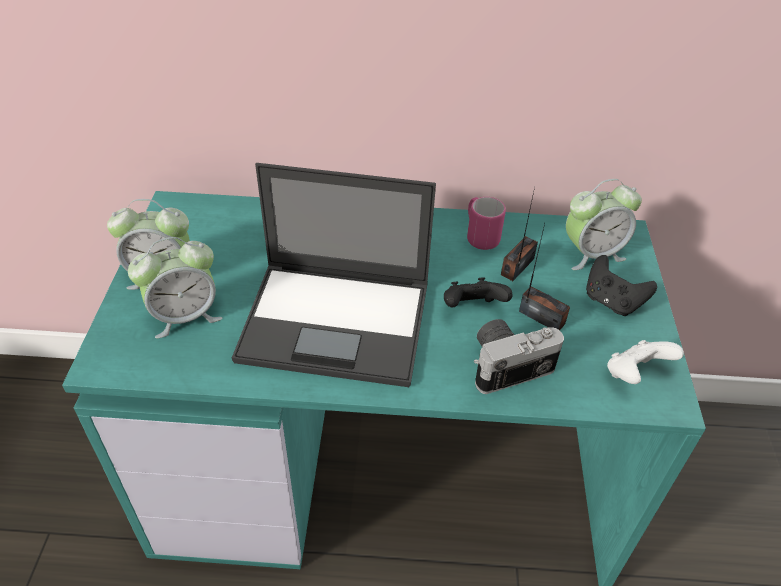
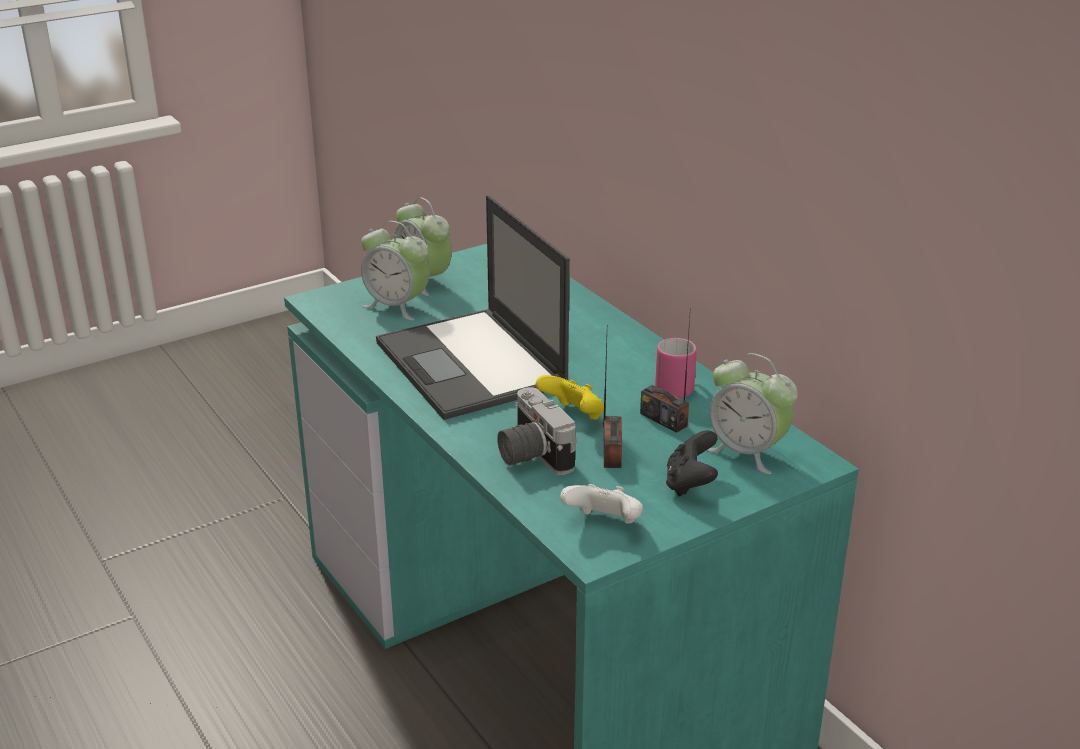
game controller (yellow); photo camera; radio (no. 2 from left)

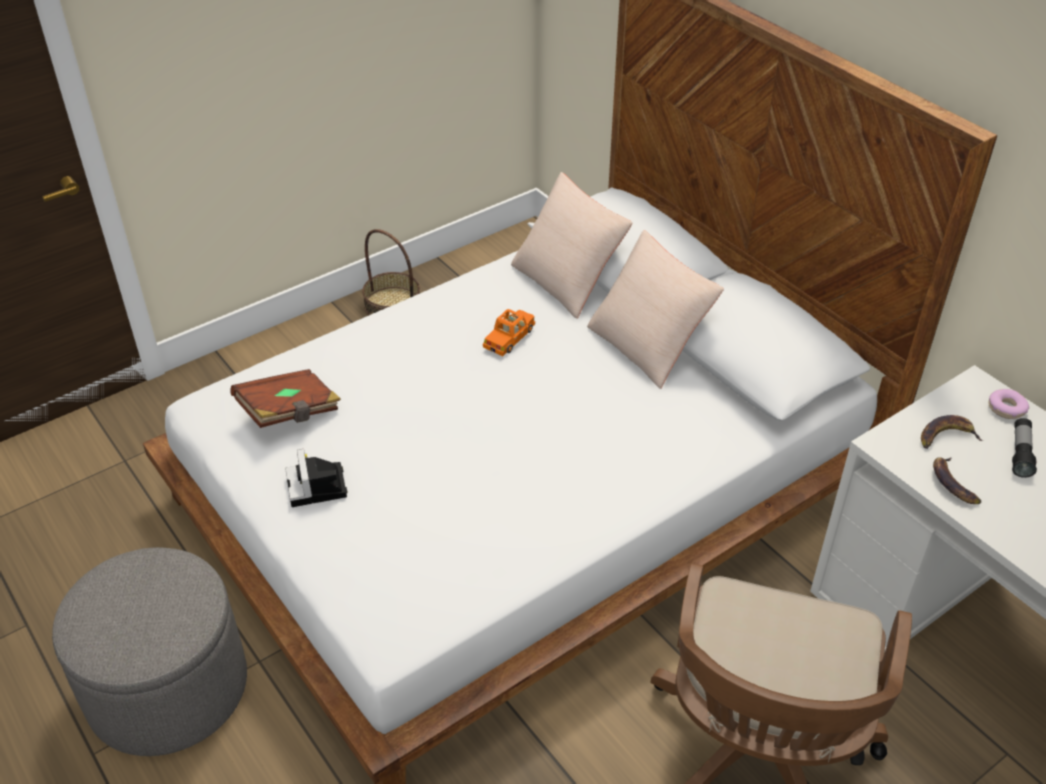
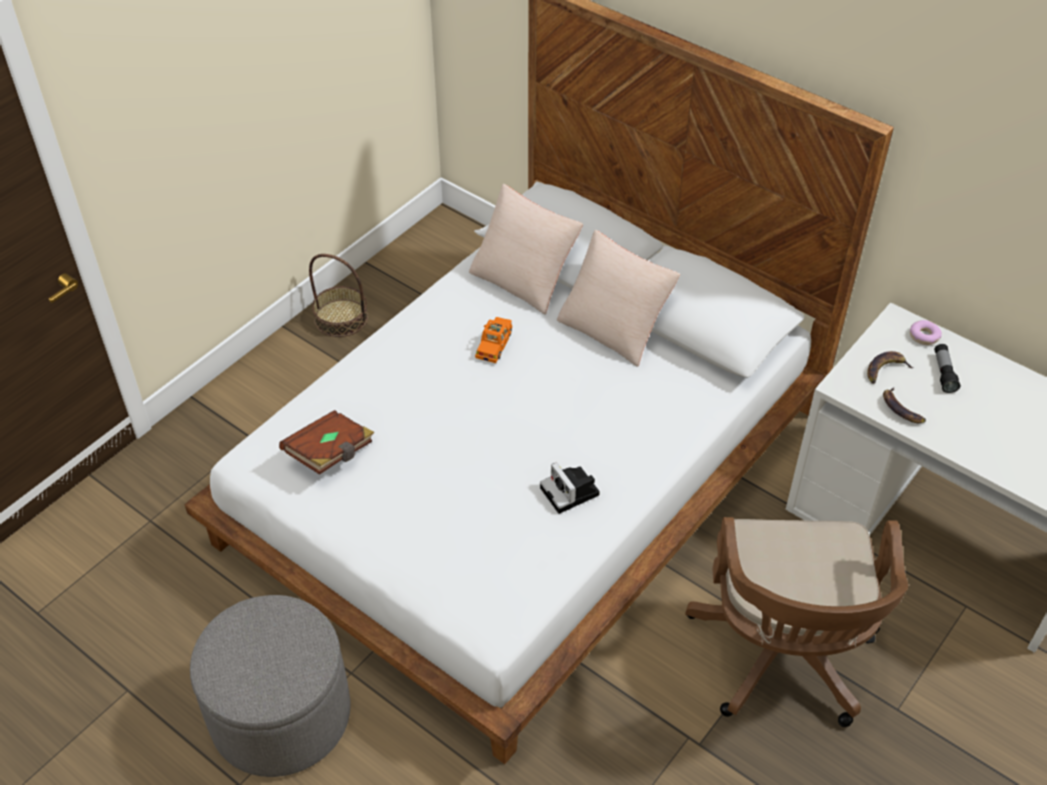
photo camera

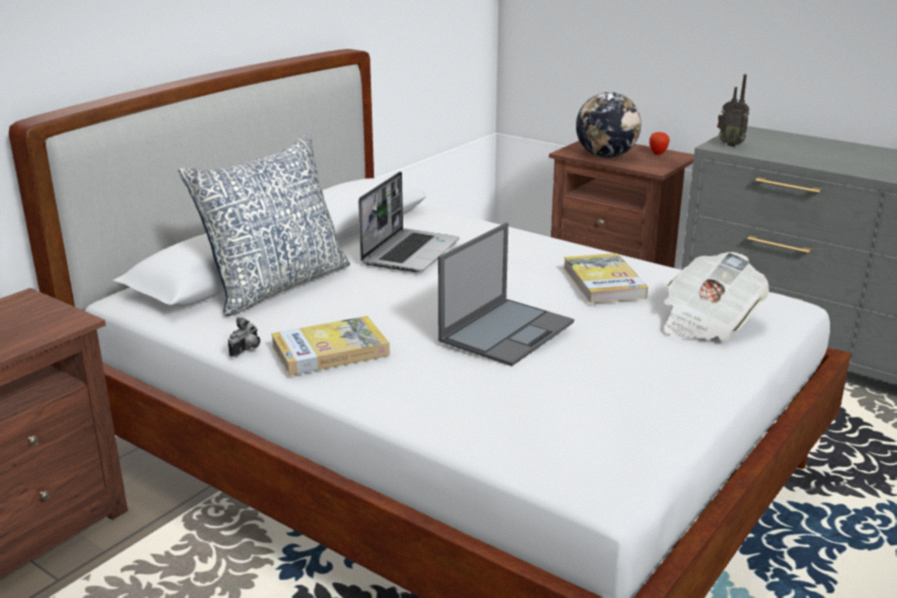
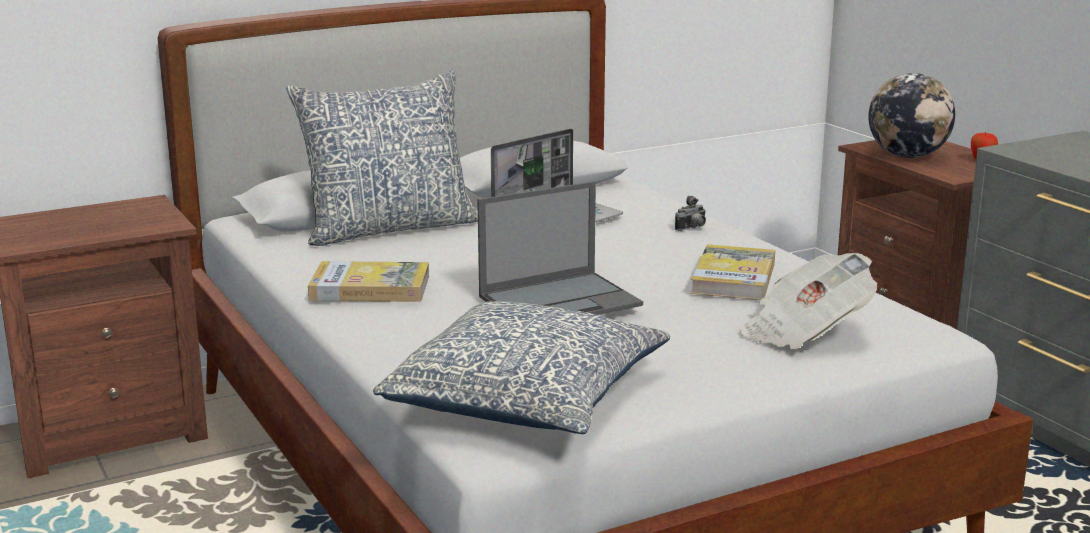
radio; pillow (no. 2 from left); photo camera

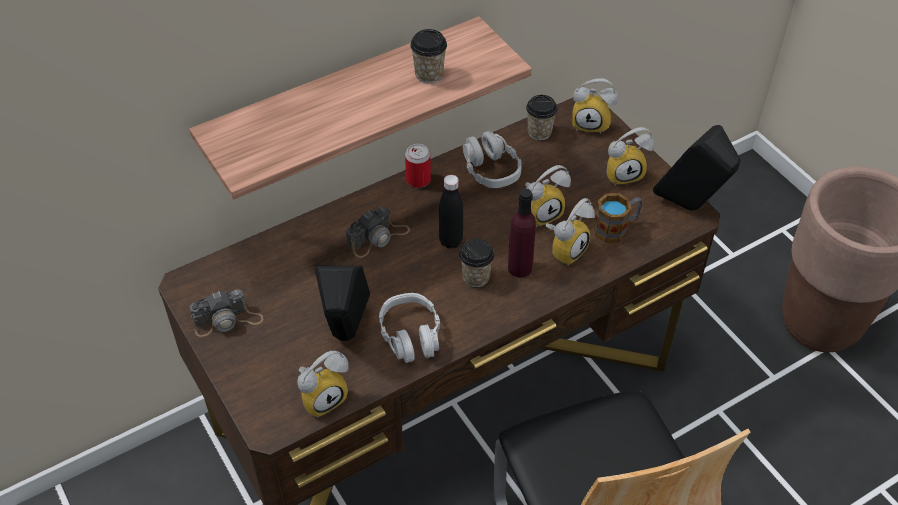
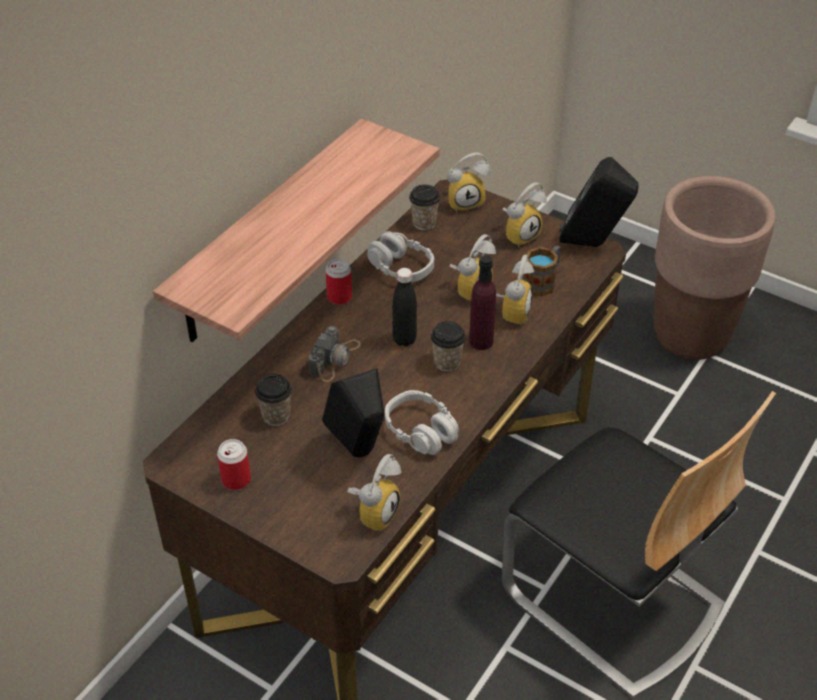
cup (no. 1 from left); can (no. 1 from left)

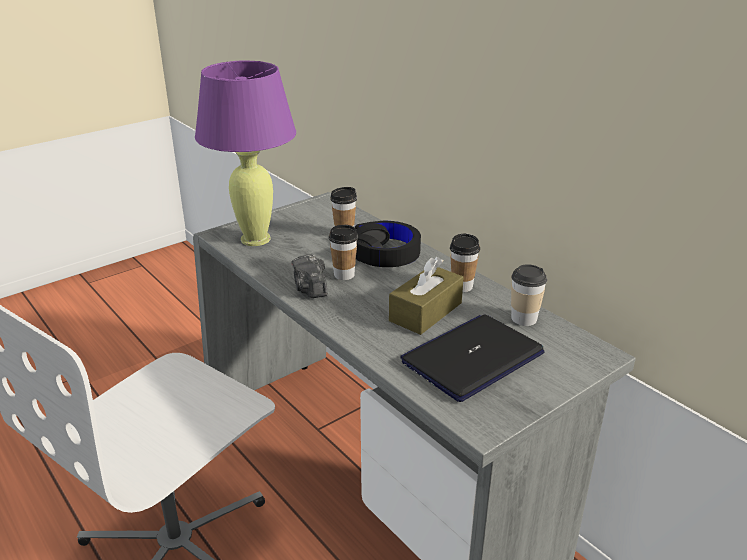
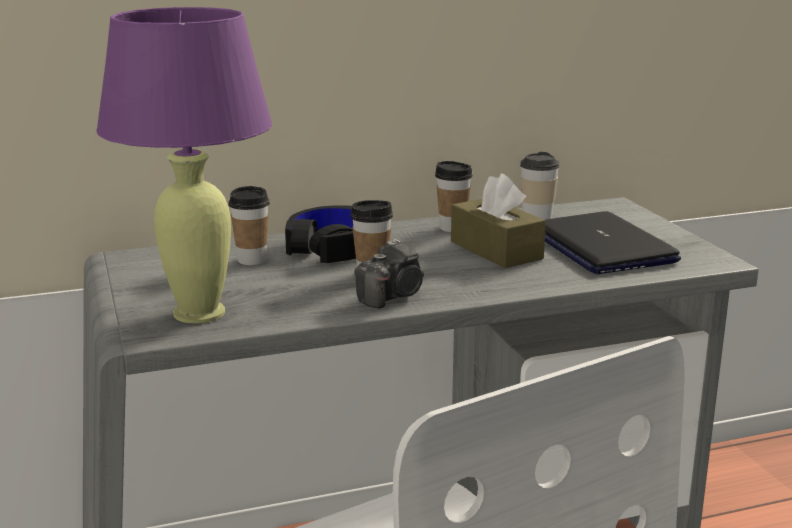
photo camera

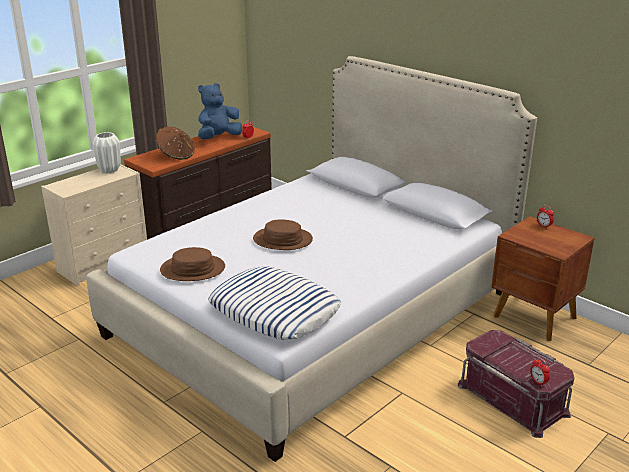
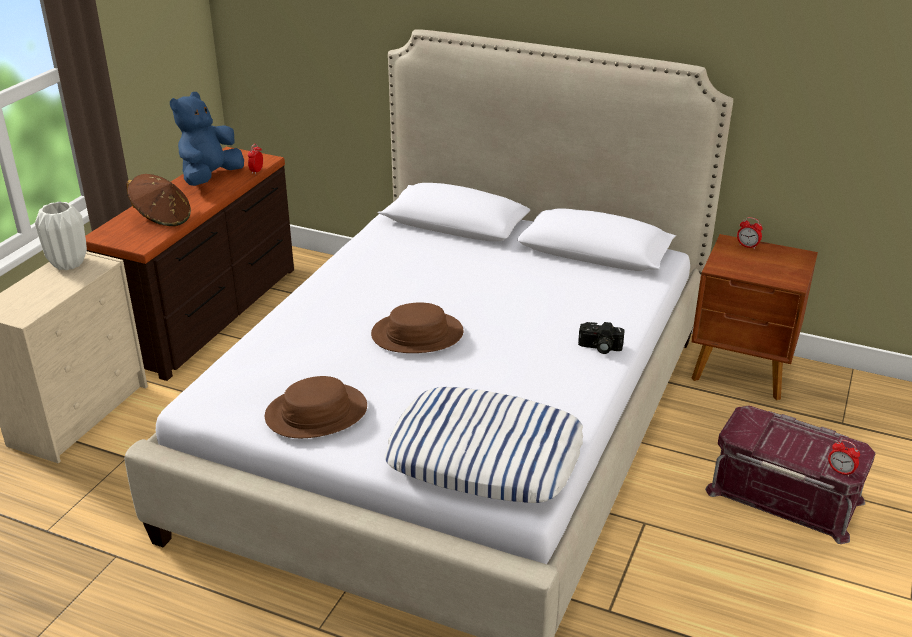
photo camera

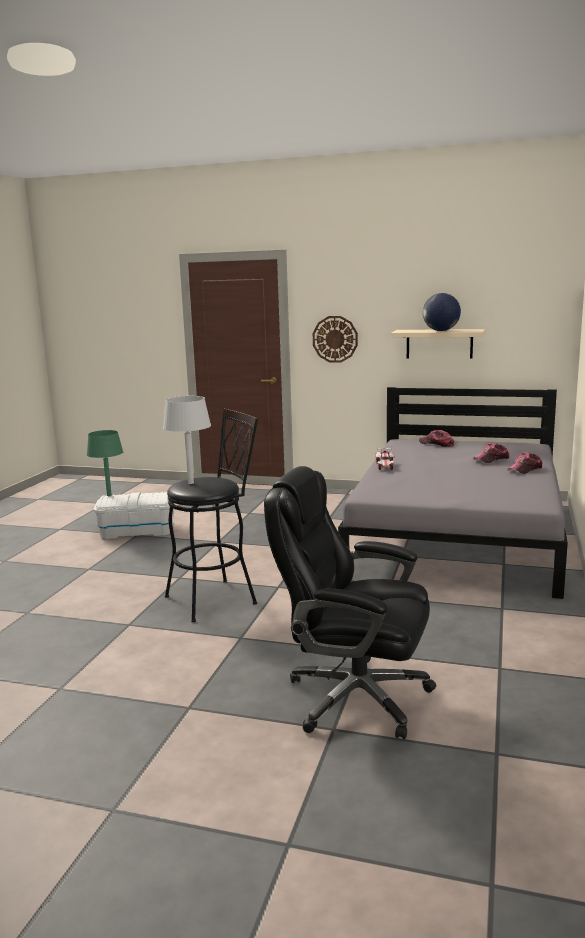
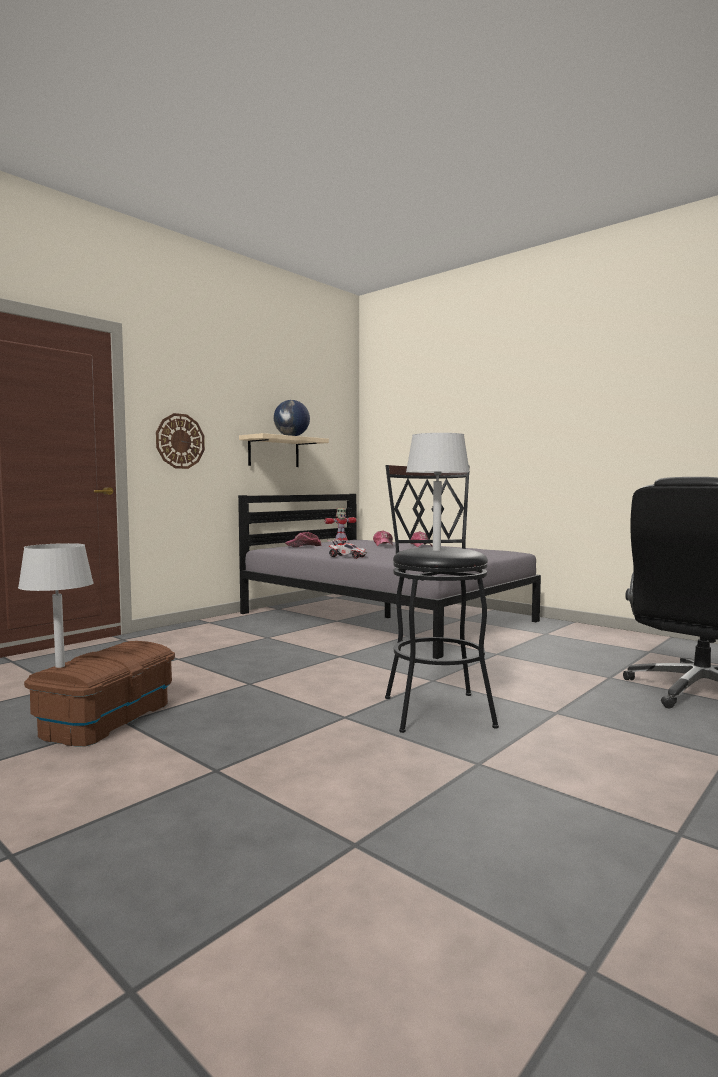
toy robot; table lamp (grey) (no. 1 from left); storage box (brown)

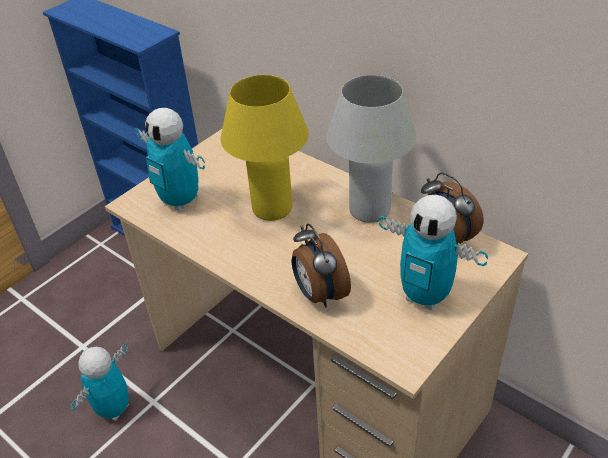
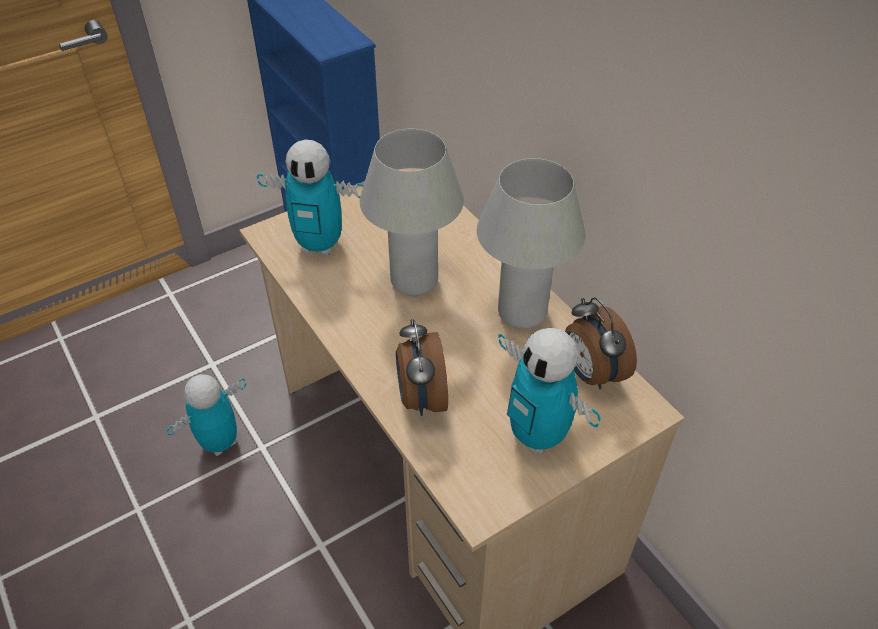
table lamp (white) (no. 1 from left); toy robot (no. 2 from left)

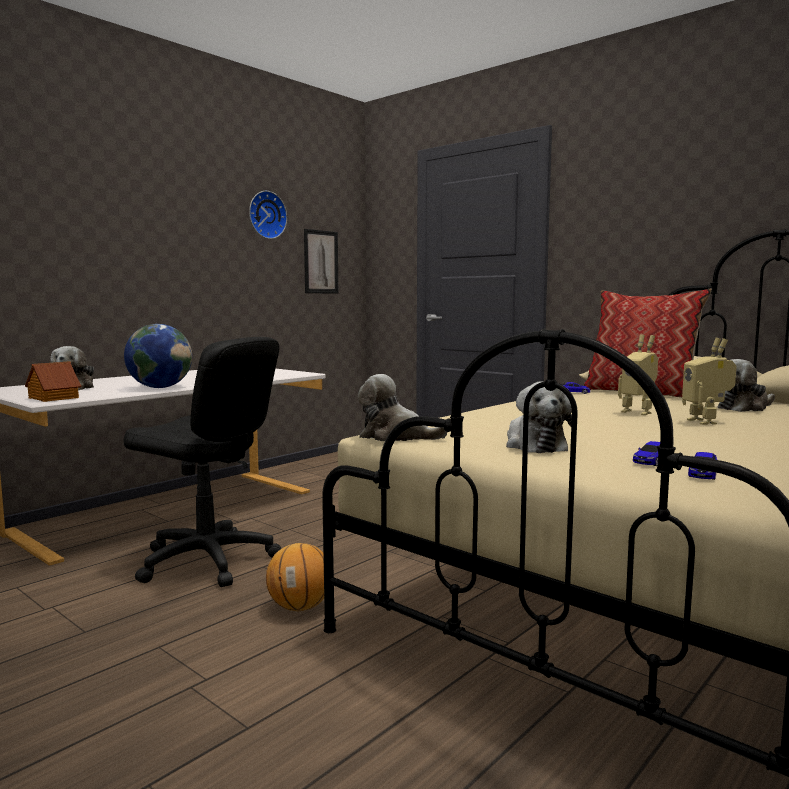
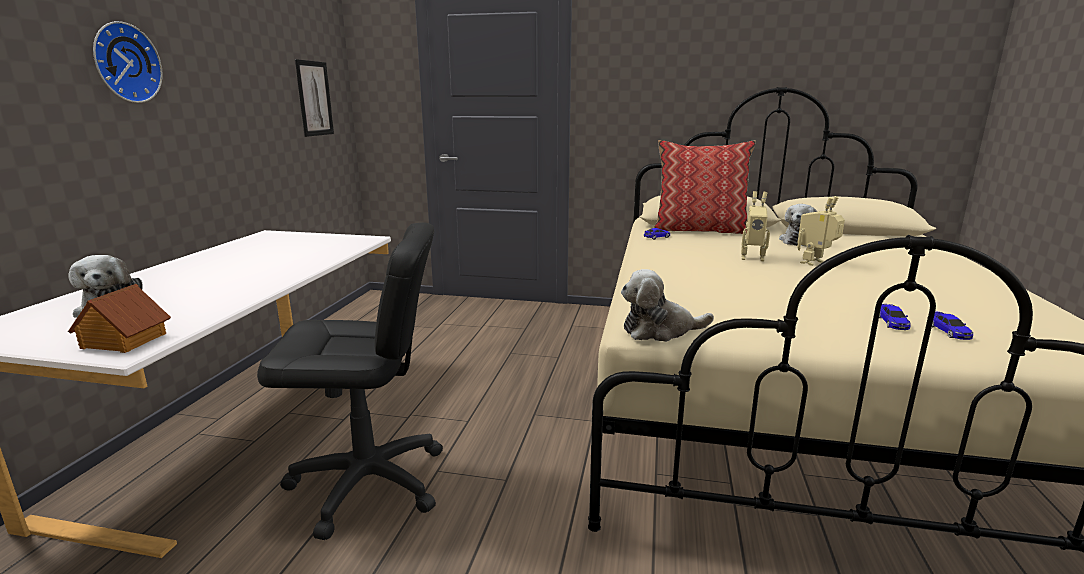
globe; basketball; plush toy (no. 3 from left in the first image); wall clock; toy robot (no. 2 from left)

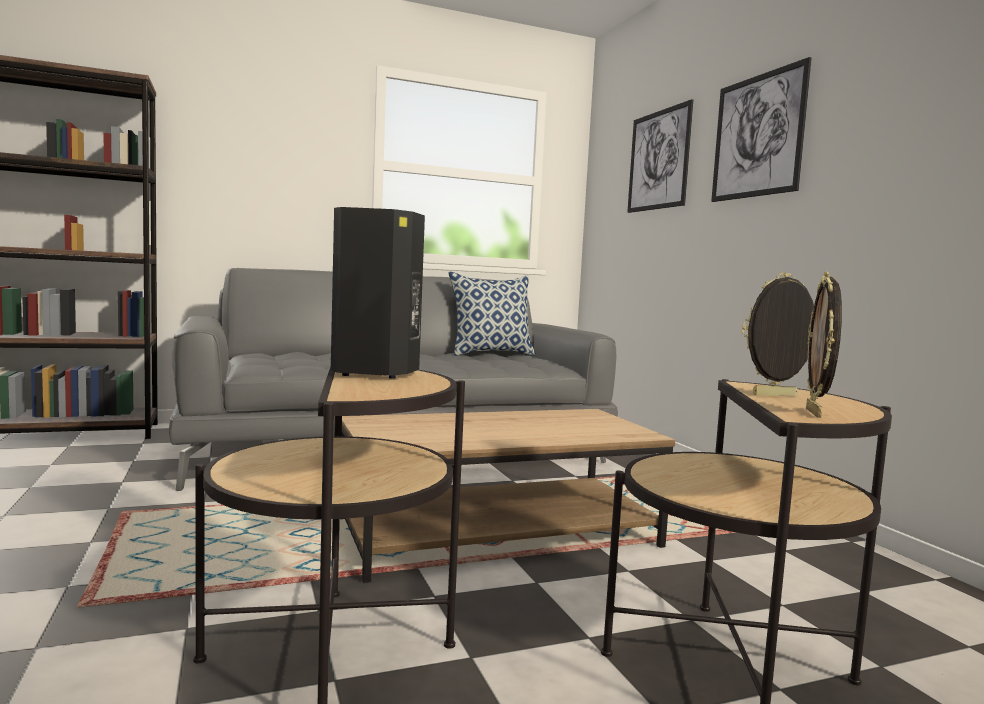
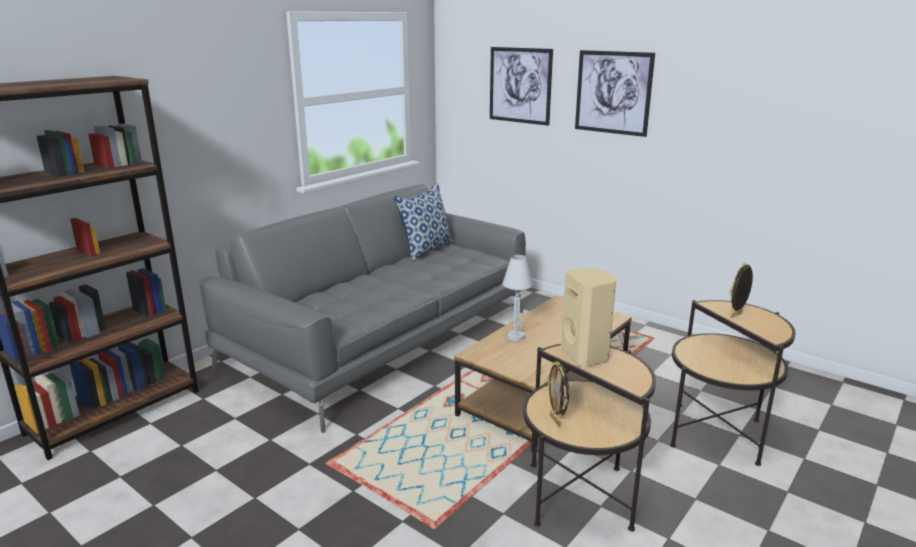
table lamp (white); picture frame (no. 1 from left); speaker (beige)

